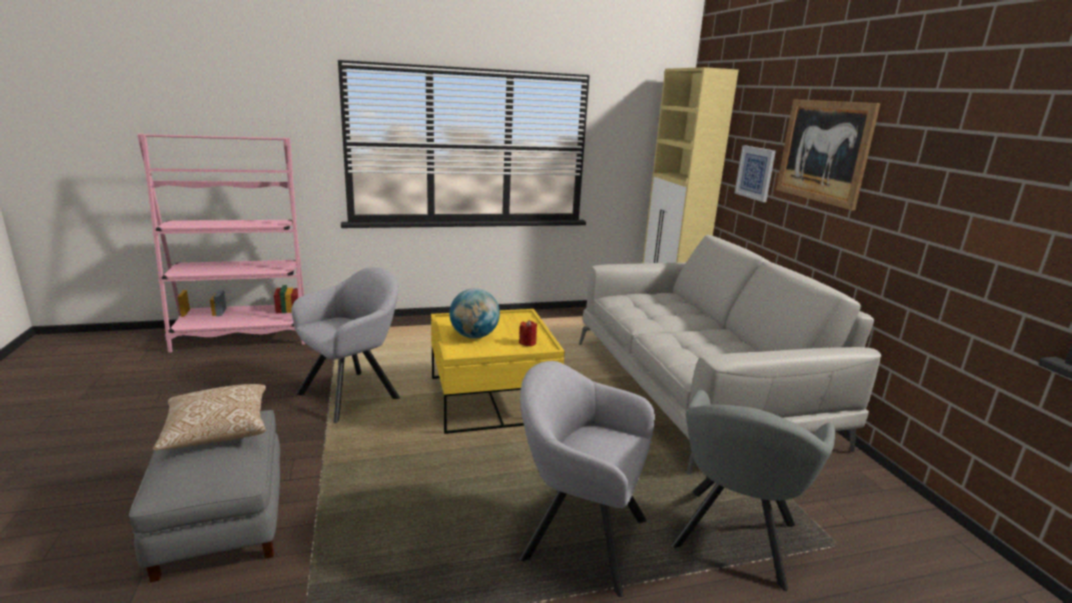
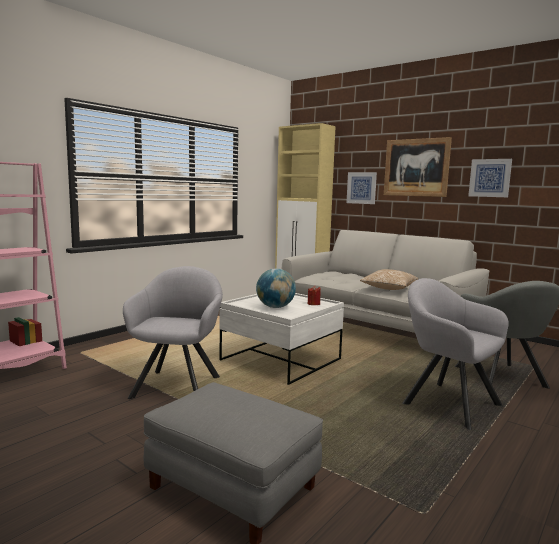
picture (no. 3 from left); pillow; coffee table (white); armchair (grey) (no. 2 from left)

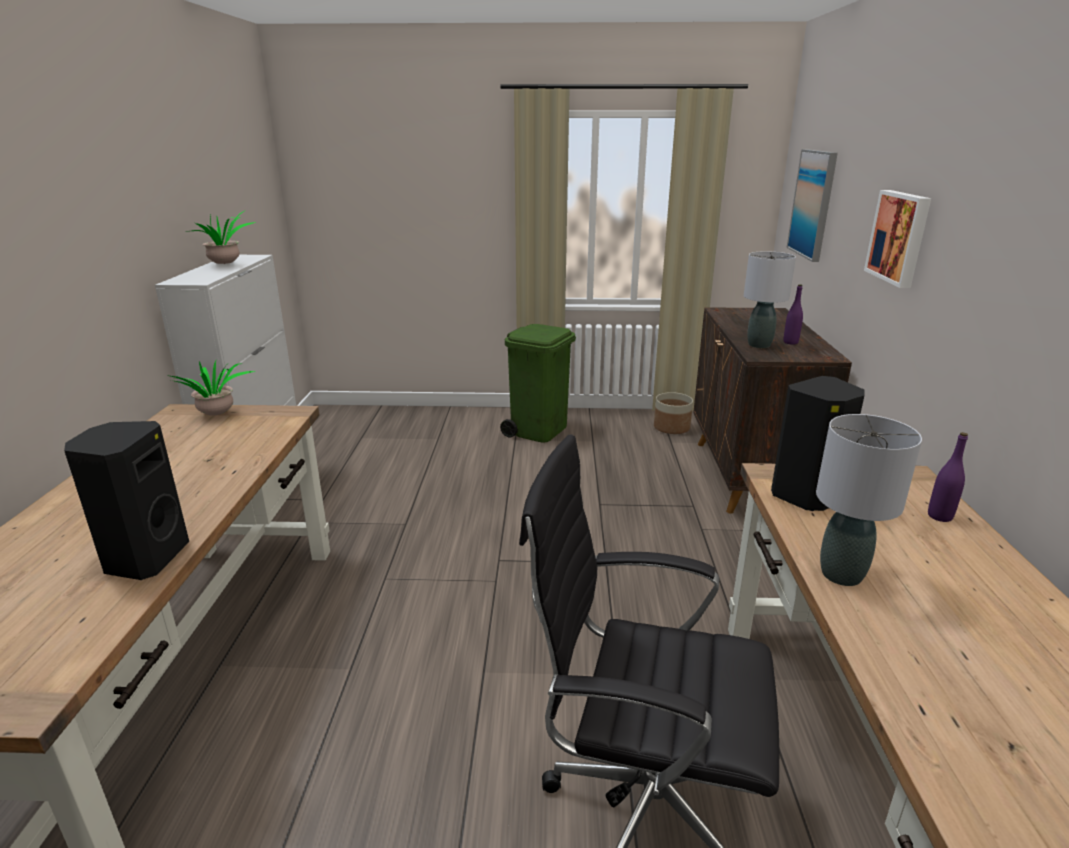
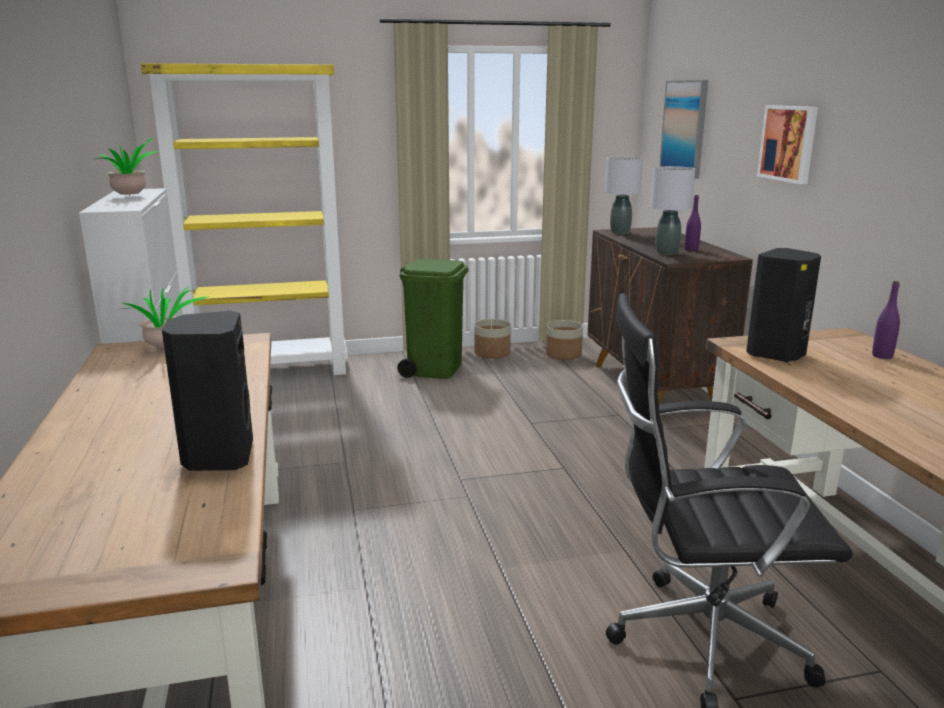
bookcase (yellow); planter (no. 1 from left); table lamp (grey) (no. 1 from left)

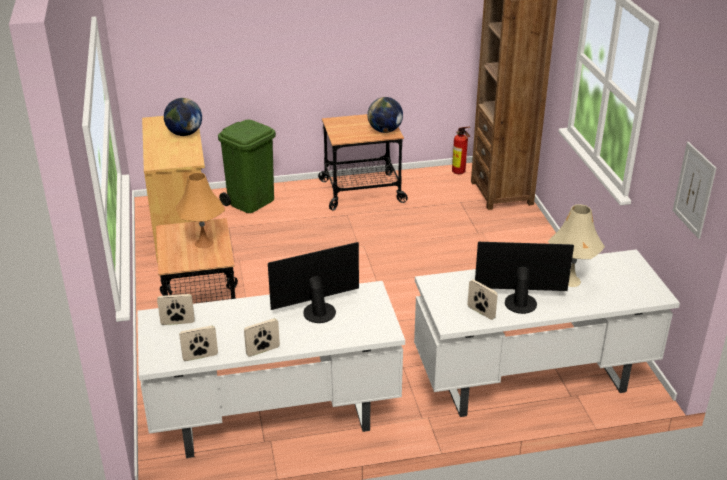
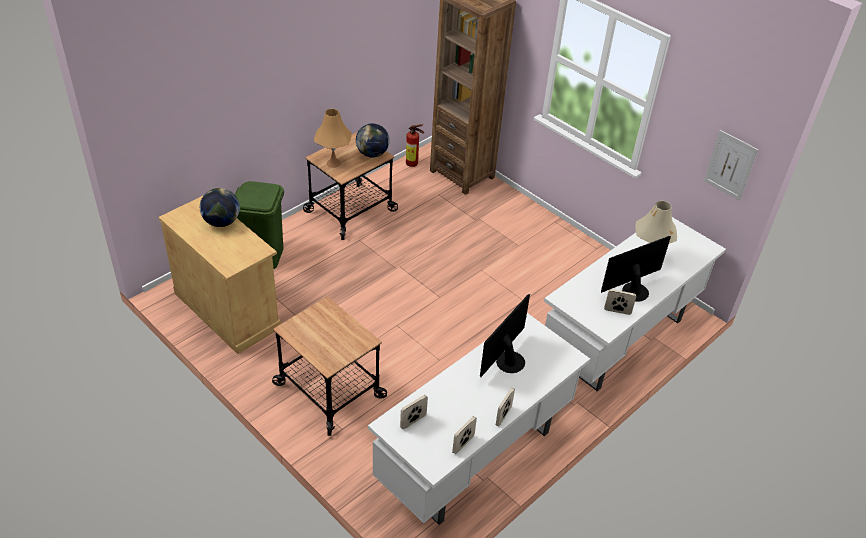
table lamp (orange)

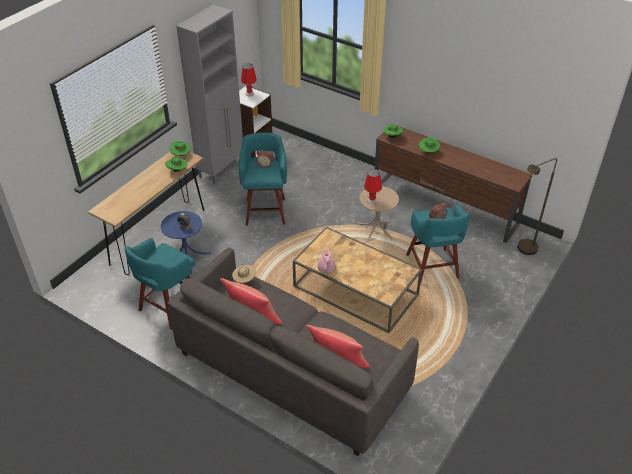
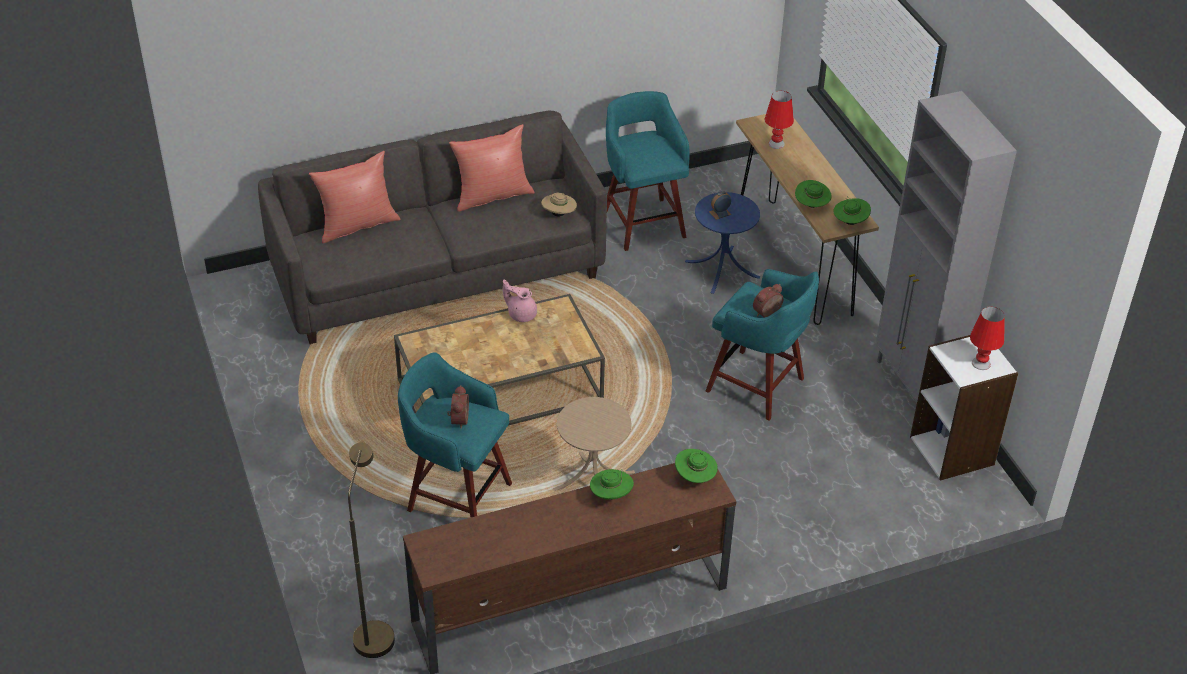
table lamp (red) (no. 1 from left)

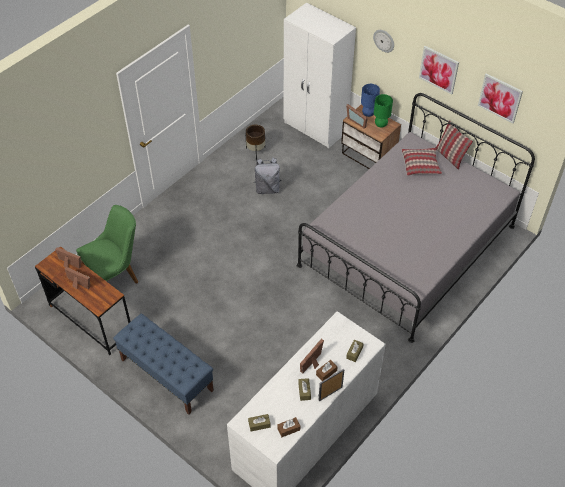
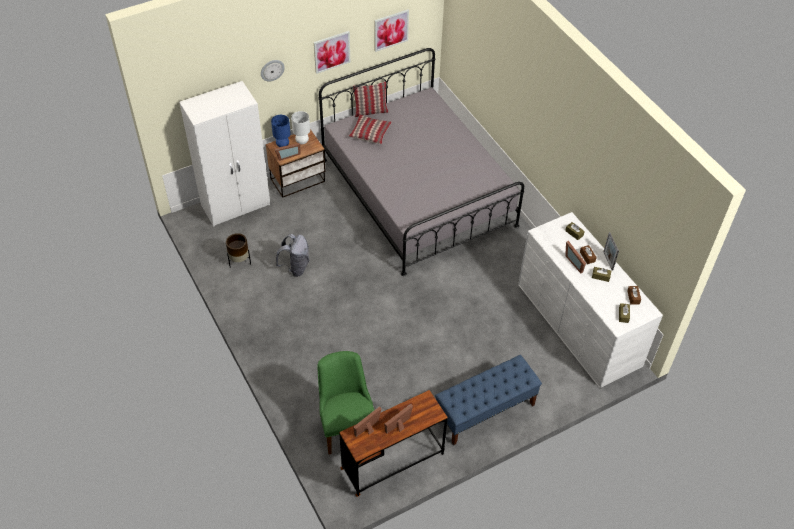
table lamp (white)

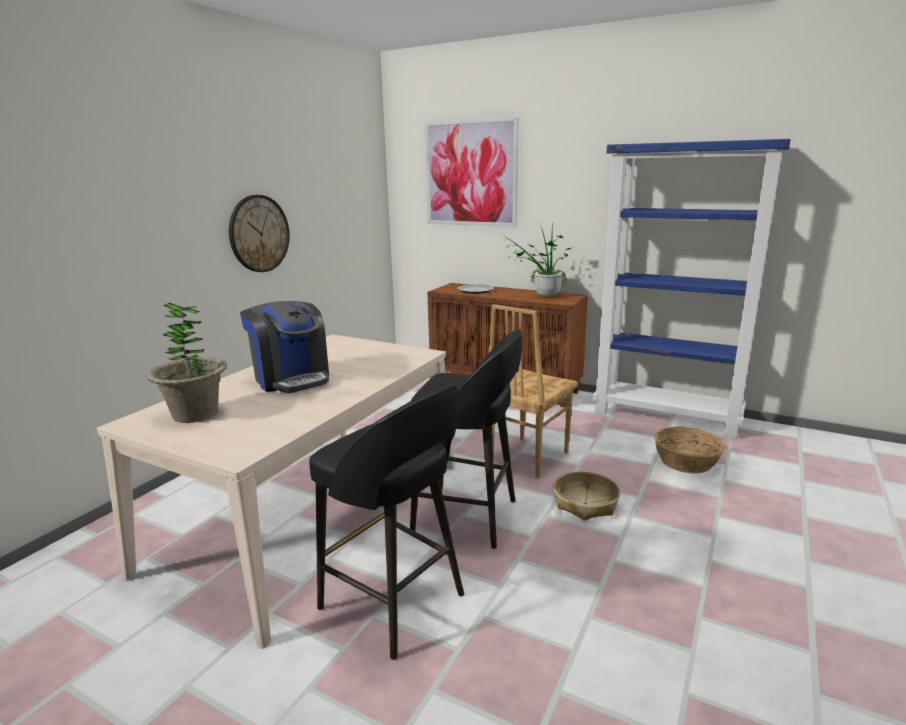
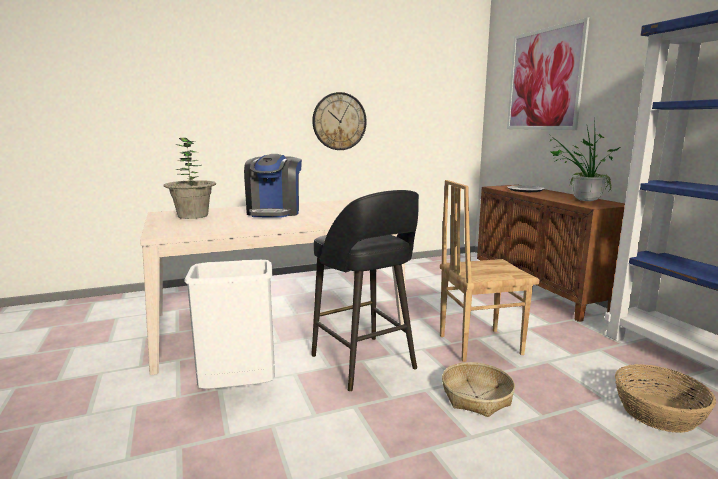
trash can (white)

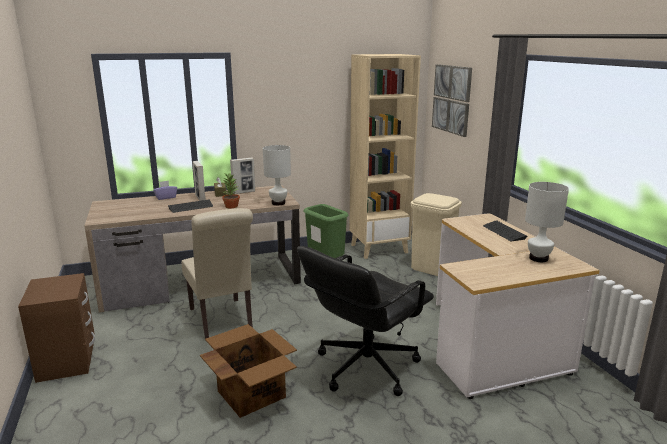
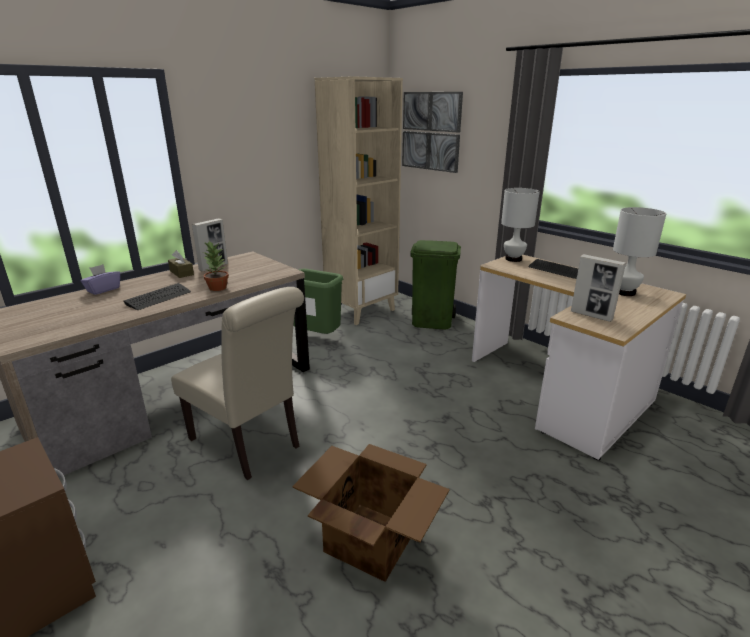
office chair (black); picture frame (no. 2 from left); table lamp (white) (no. 1 from left); trash can (green) (no. 2 from left)

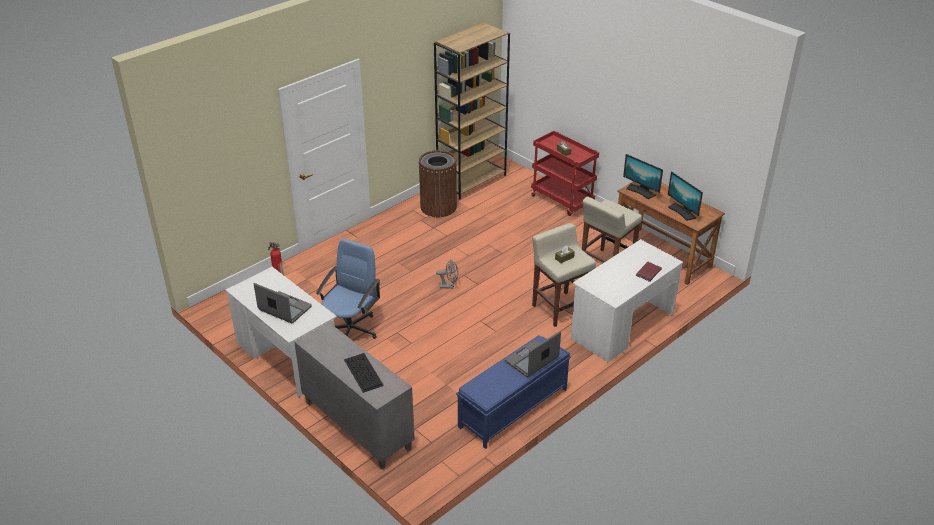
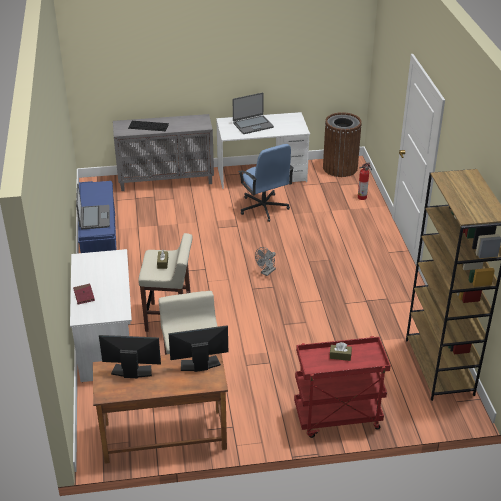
trash can (brown)

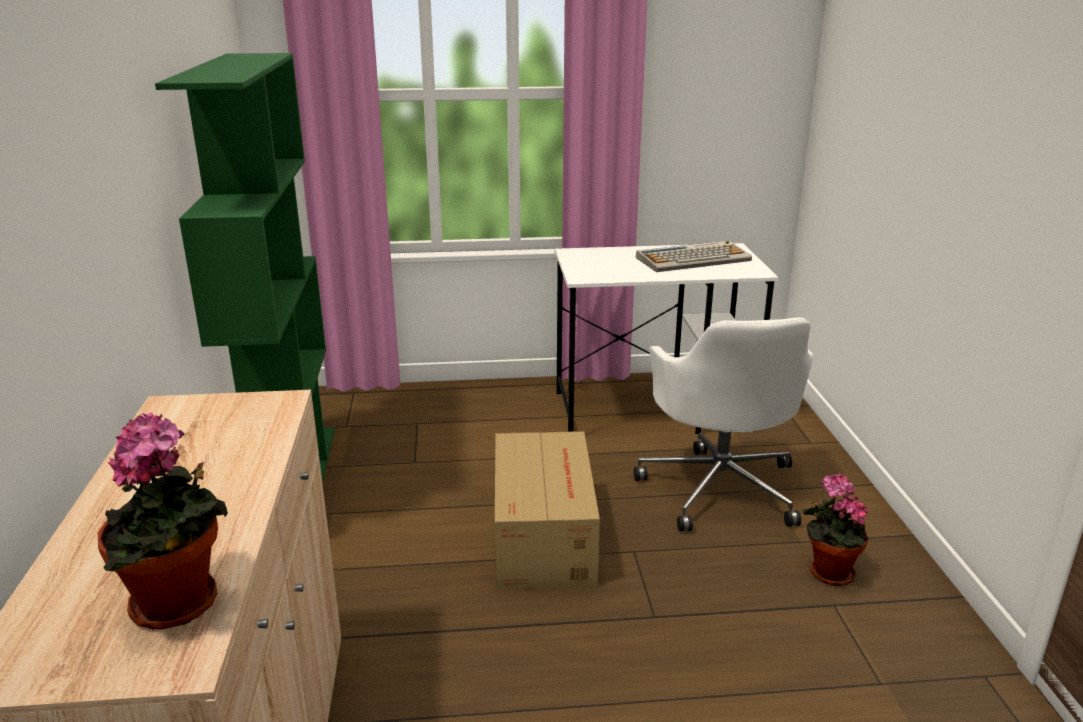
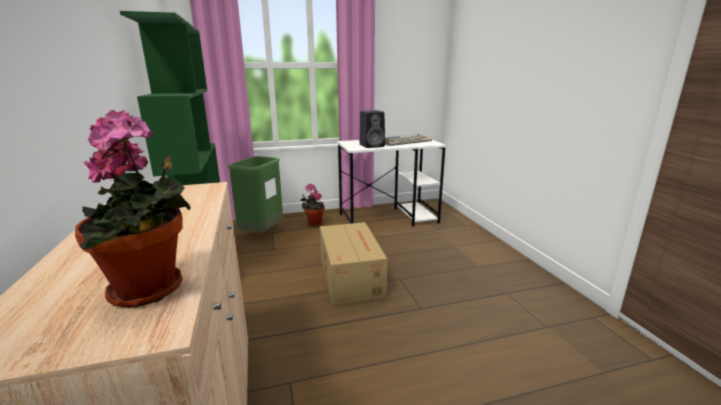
office chair (white); trash can (green); speaker (black); potted plant (no. 2 from left)

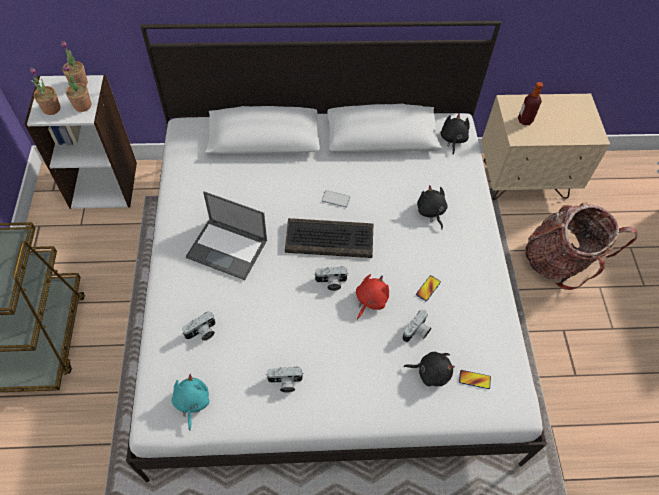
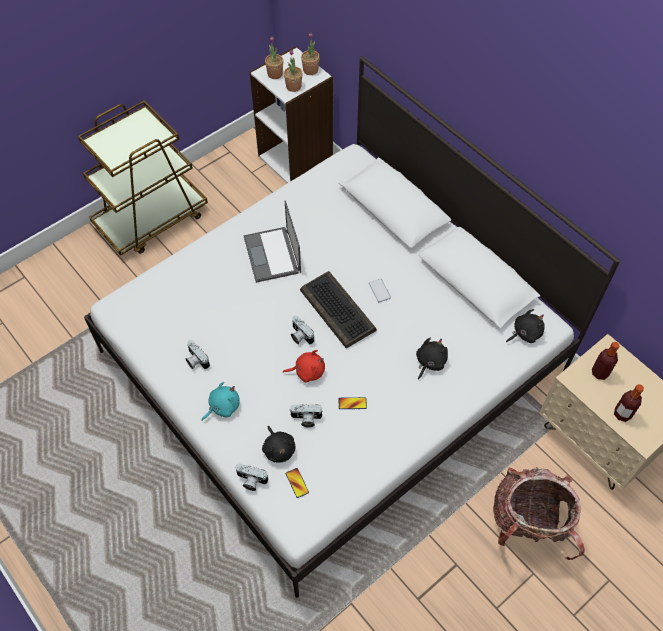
bottle (no. 2 from left); plush toy (turquoise); photo camera (no. 2 from left)

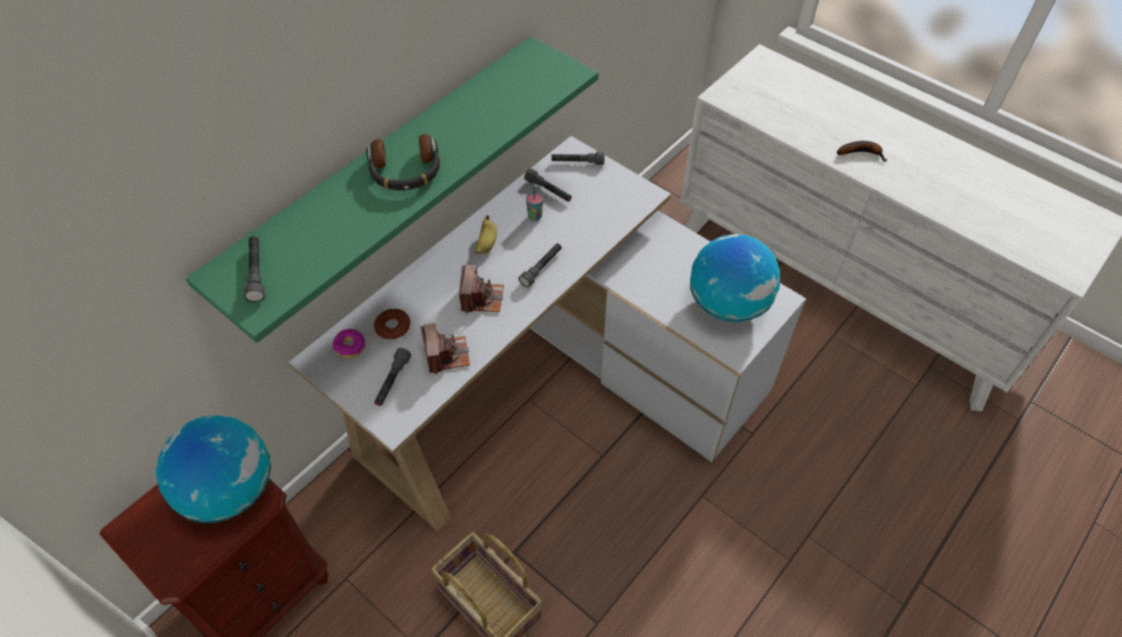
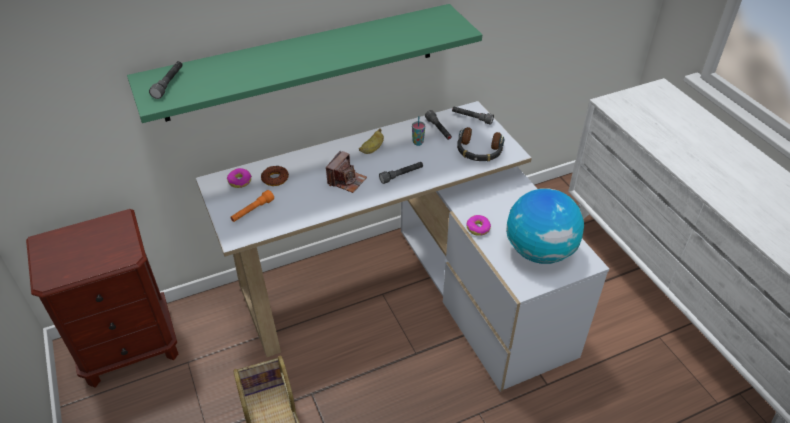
globe (no. 1 from left in the first image); photo camera (no. 1 from left in the first image); banana (no. 2 from left in the first image); donut (no. 3 from left); headphones; flashlight (orange)

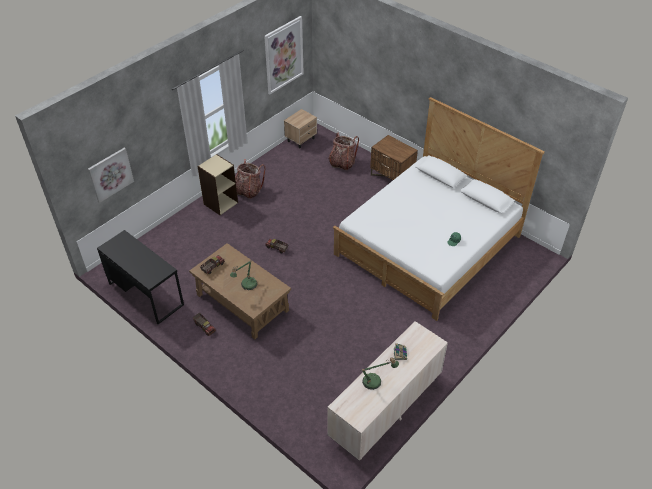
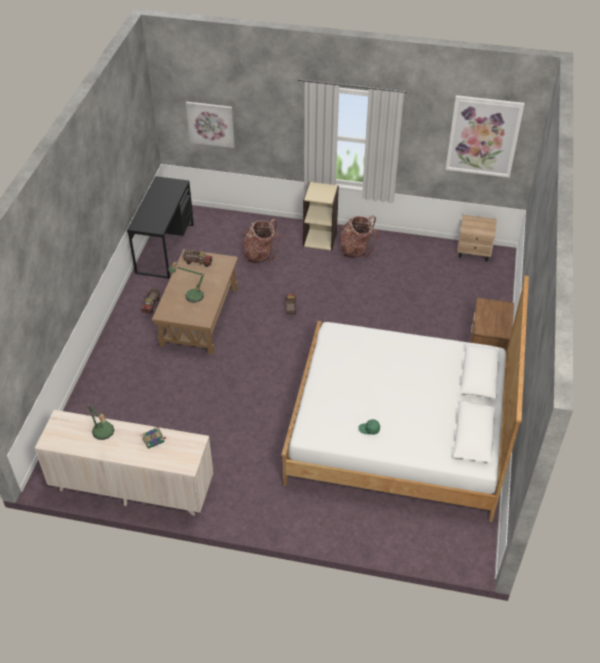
backpack (no. 1 from left)

